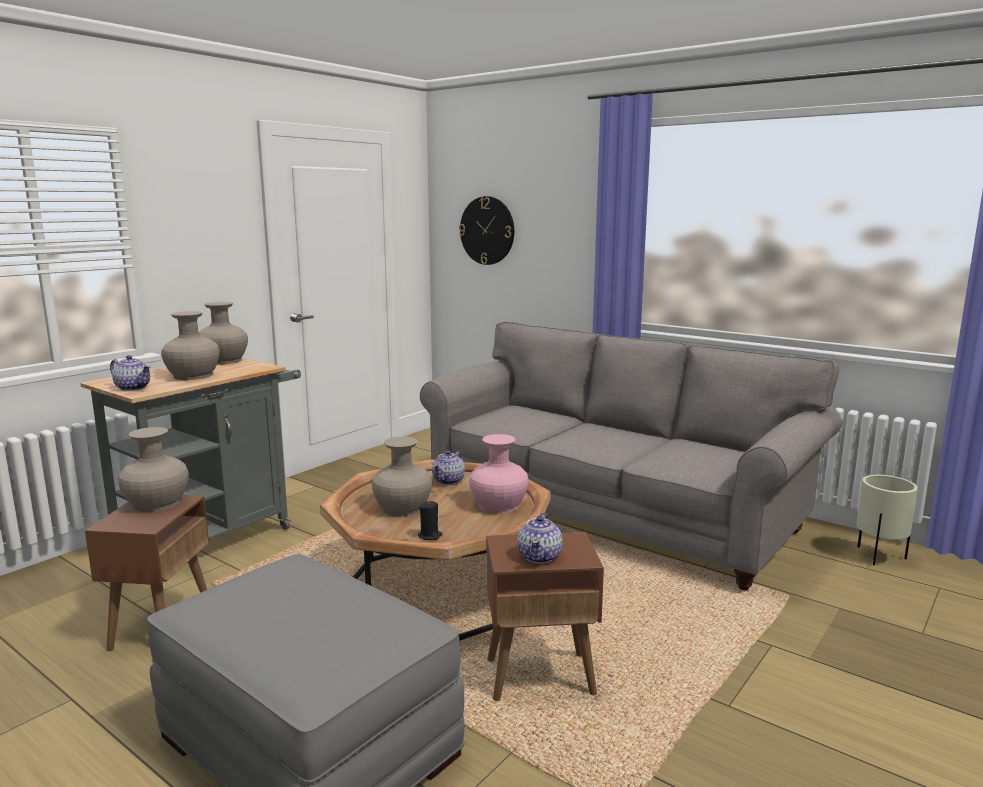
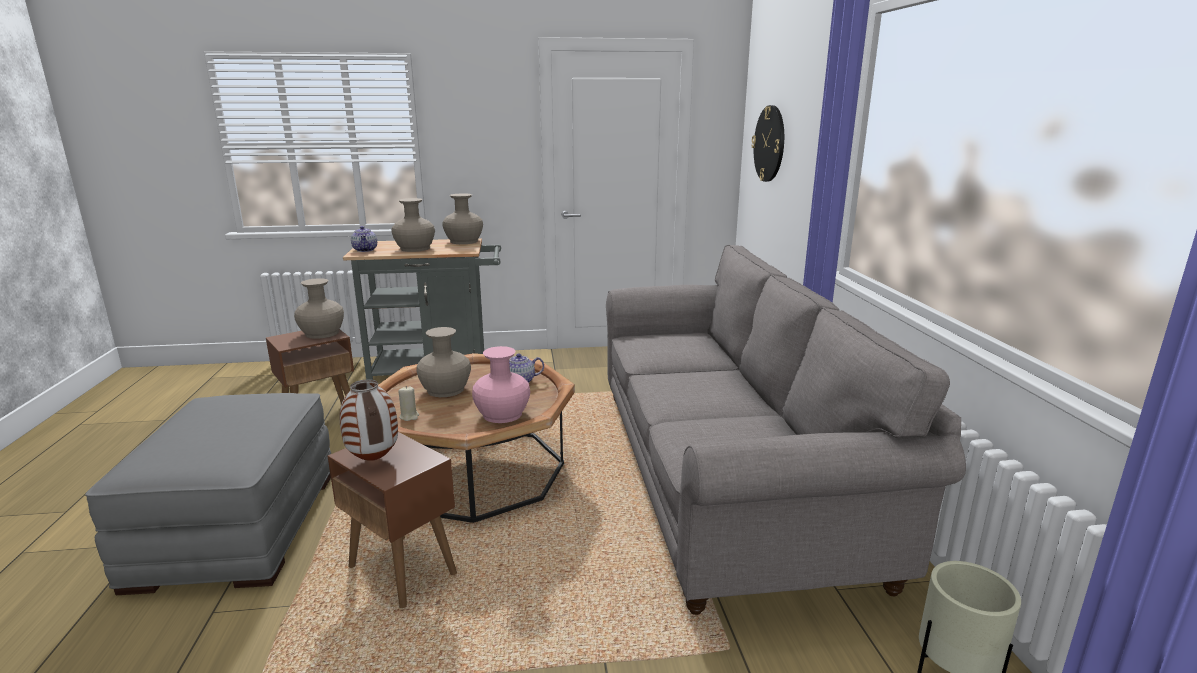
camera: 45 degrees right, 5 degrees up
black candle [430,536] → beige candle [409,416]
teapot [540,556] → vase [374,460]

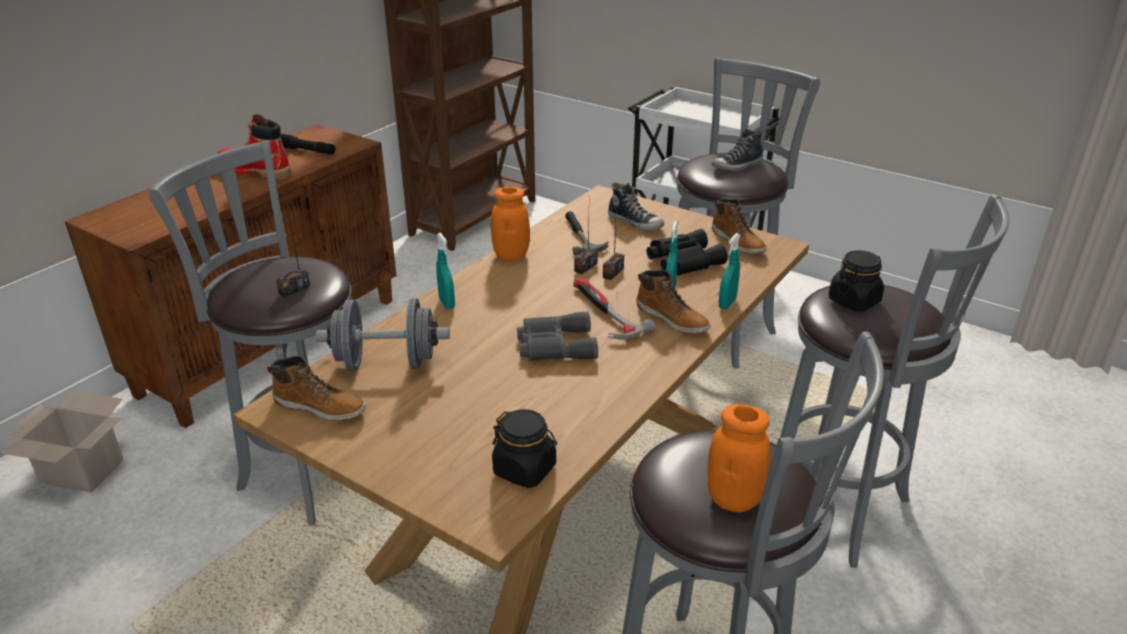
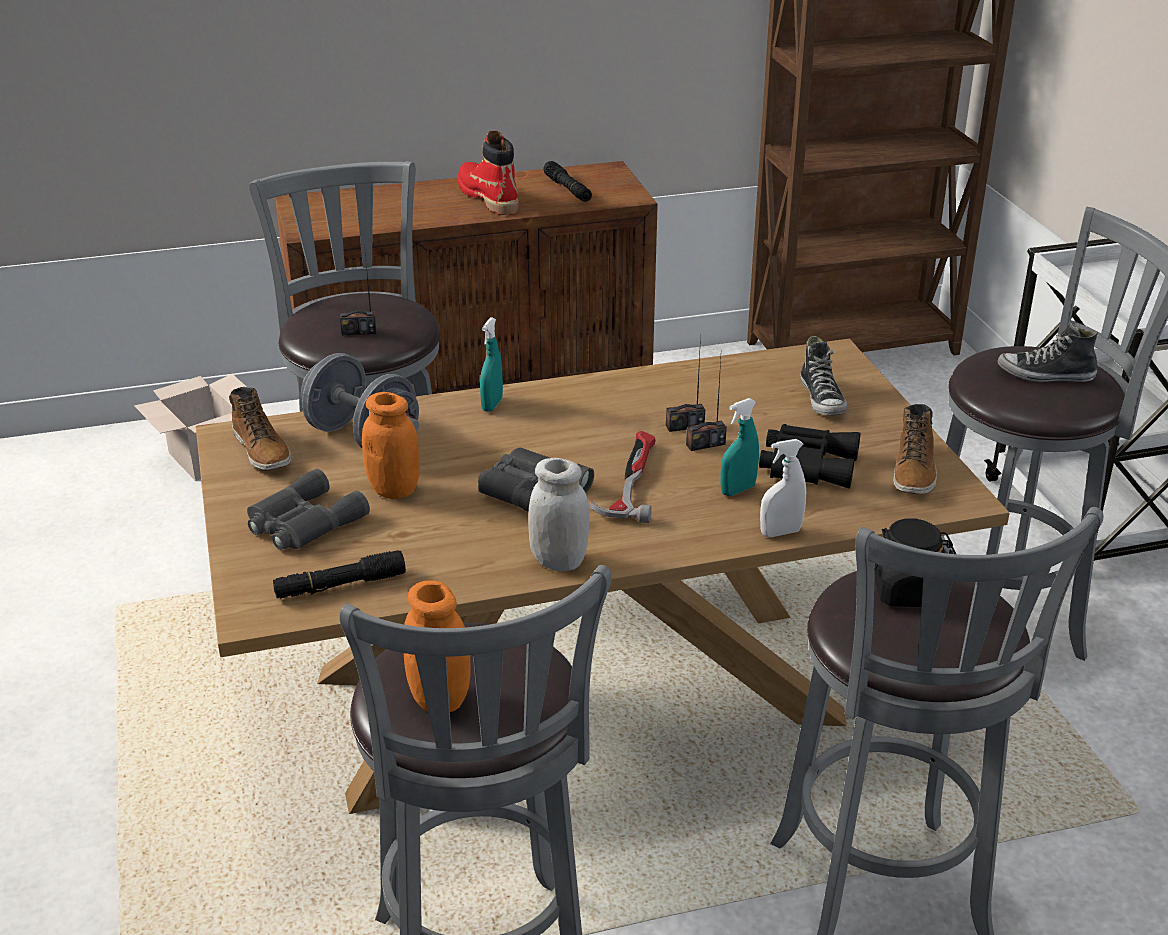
camera: 40 degrees right, 0 degrees up
orange jar [511,255] → orange jar [394,490], shifted
black jar [525,470] → black flashlight [340,585]
hammer [581,236] → -
boot [672,318] → -
turquoise spray bottle [727,303] → white spray bottle [780,532]
- → grey binoculars [302,523]
- → white jar [559,561]

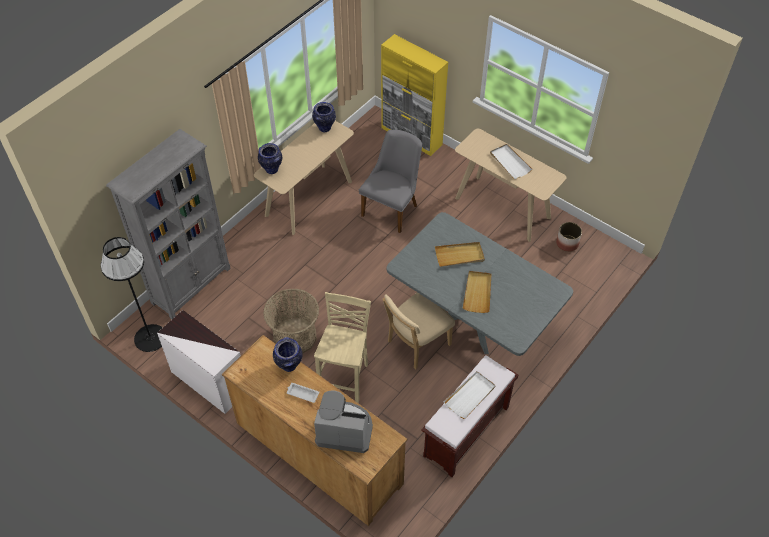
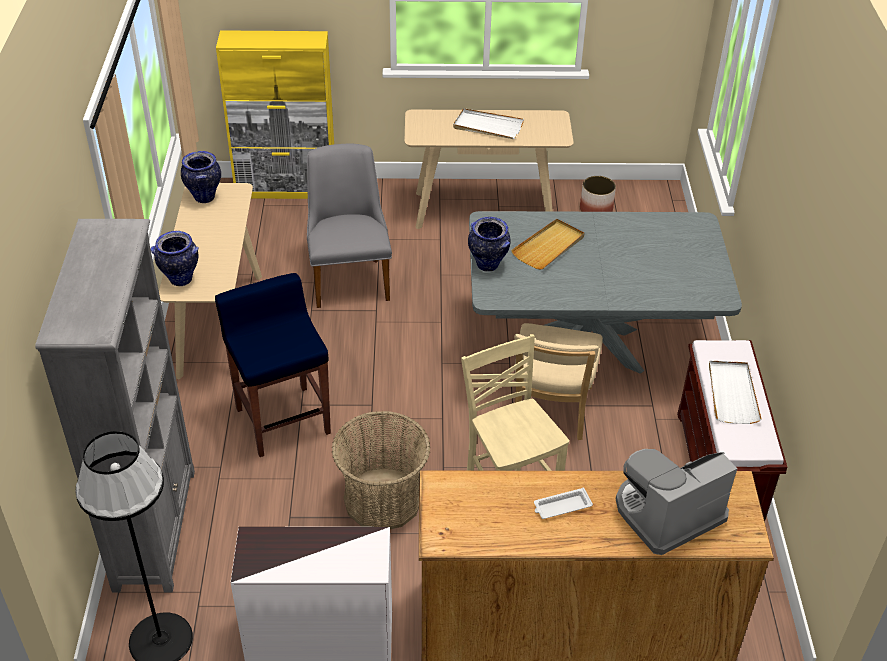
camera: 40 degrees left, 10 degrees down
vase [289,366] → vase [488,265], shifted
beige tray [477,292] → -
- → blue stool [282,419]

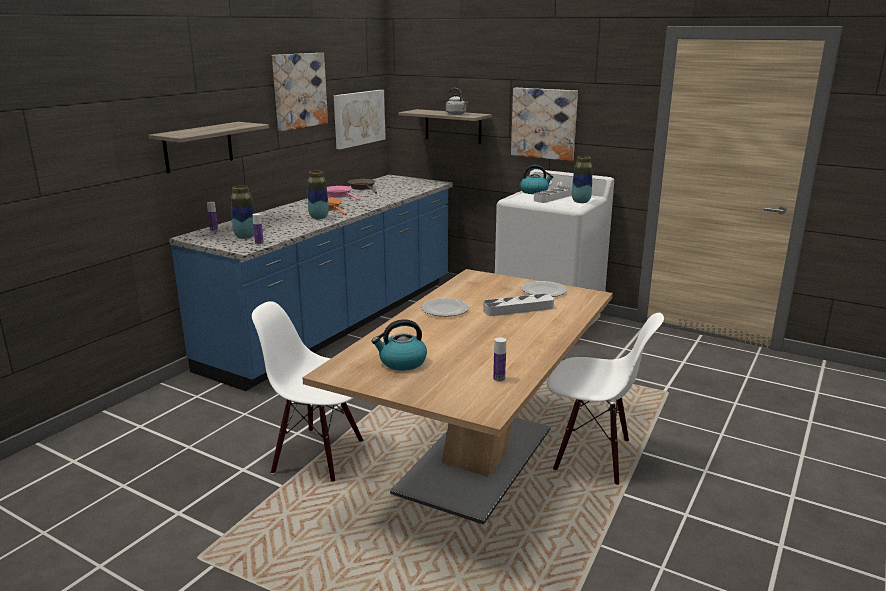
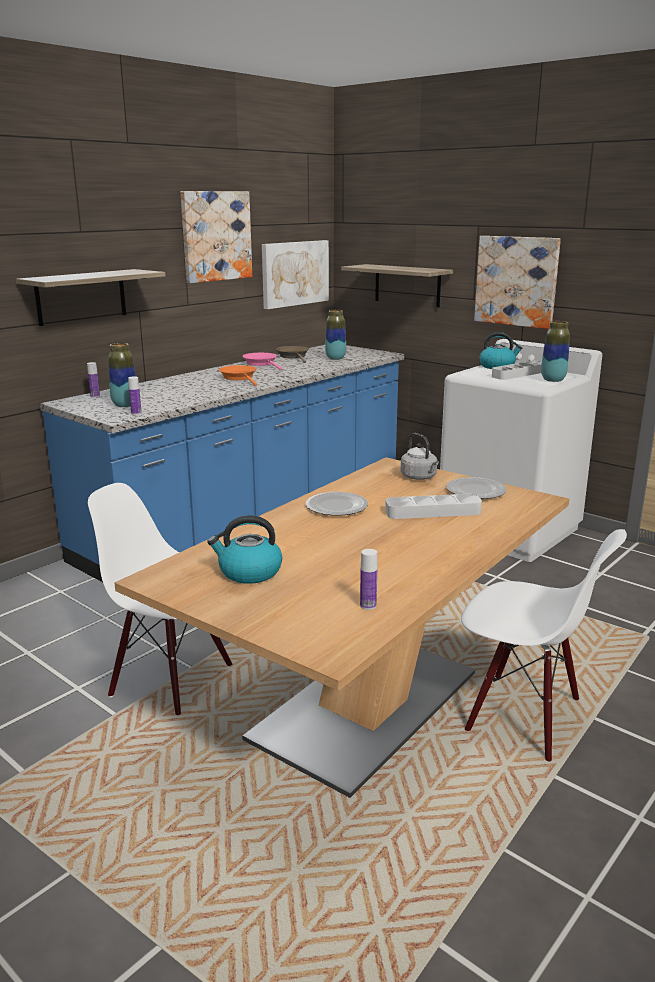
camera: 10 degrees right, 0 degrees up
vase [319,217] → vase [335,358], shifted
grey kettle [457,114] → grey kettle [420,477], shifted

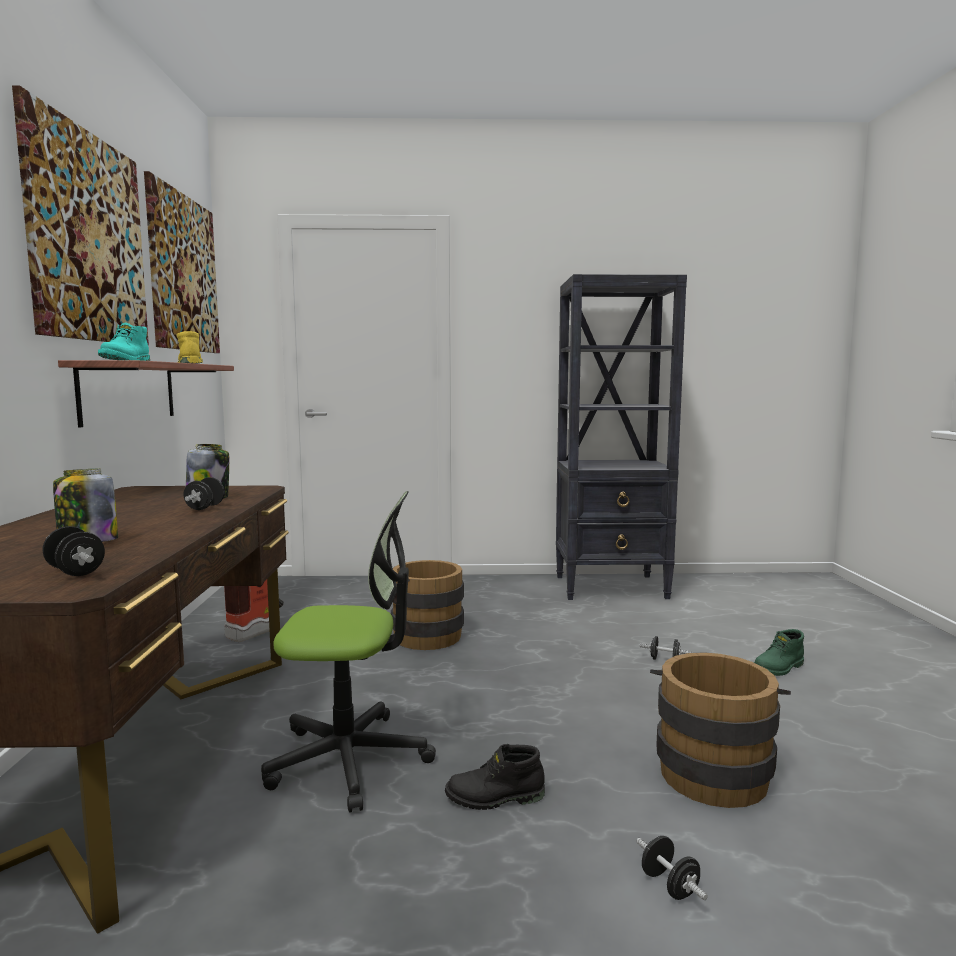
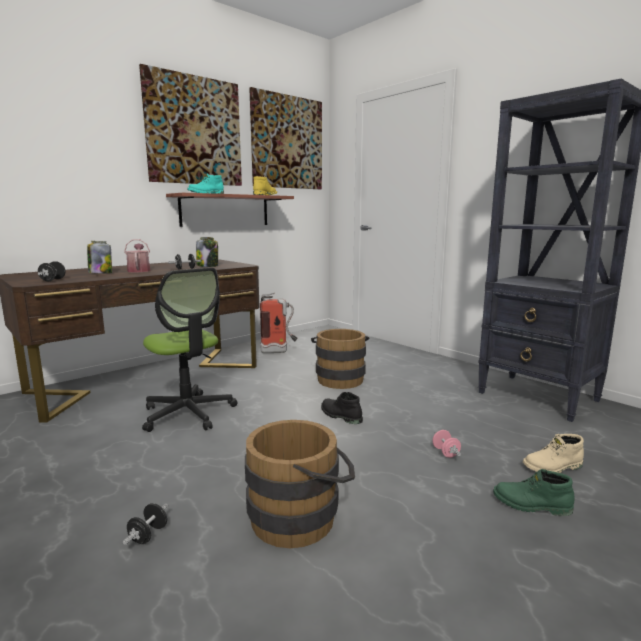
camera: 50 degrees right, 5 degrees up
black boot [495,798] → black boot [340,416], shifted
black dumbbell [664,660] → pink dumbbell [445,452]
- → watering can [139,270]
- → beige boot [553,467]

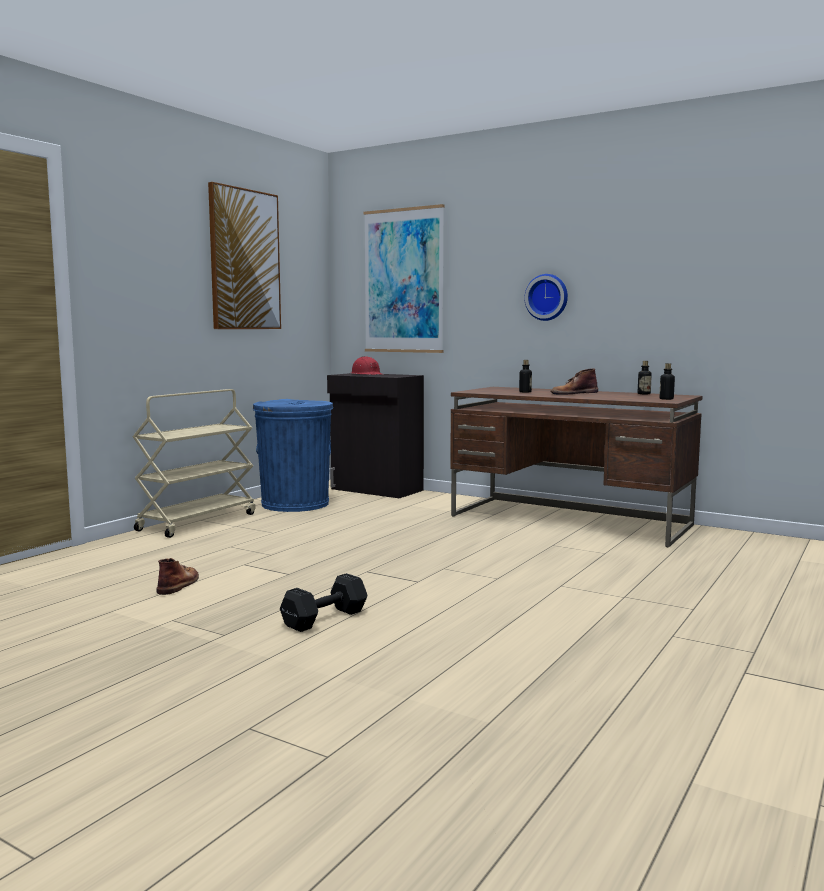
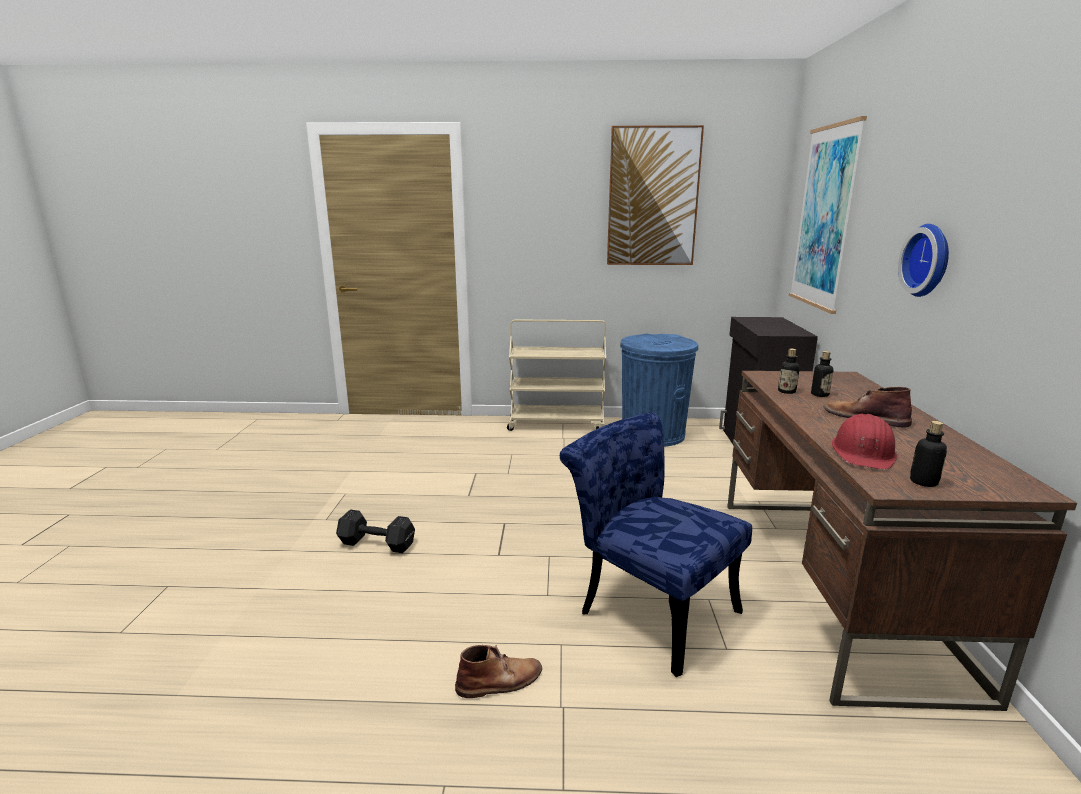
camera: 60 degrees right, 10 degrees up
brown boot [179,584] → brown boot [500,681], shifted
red hard hat [367,374] → red hard hat [863,453], shifted
bottle [644,394] → bottle [786,391], shifted
- → blue chair [647,607]

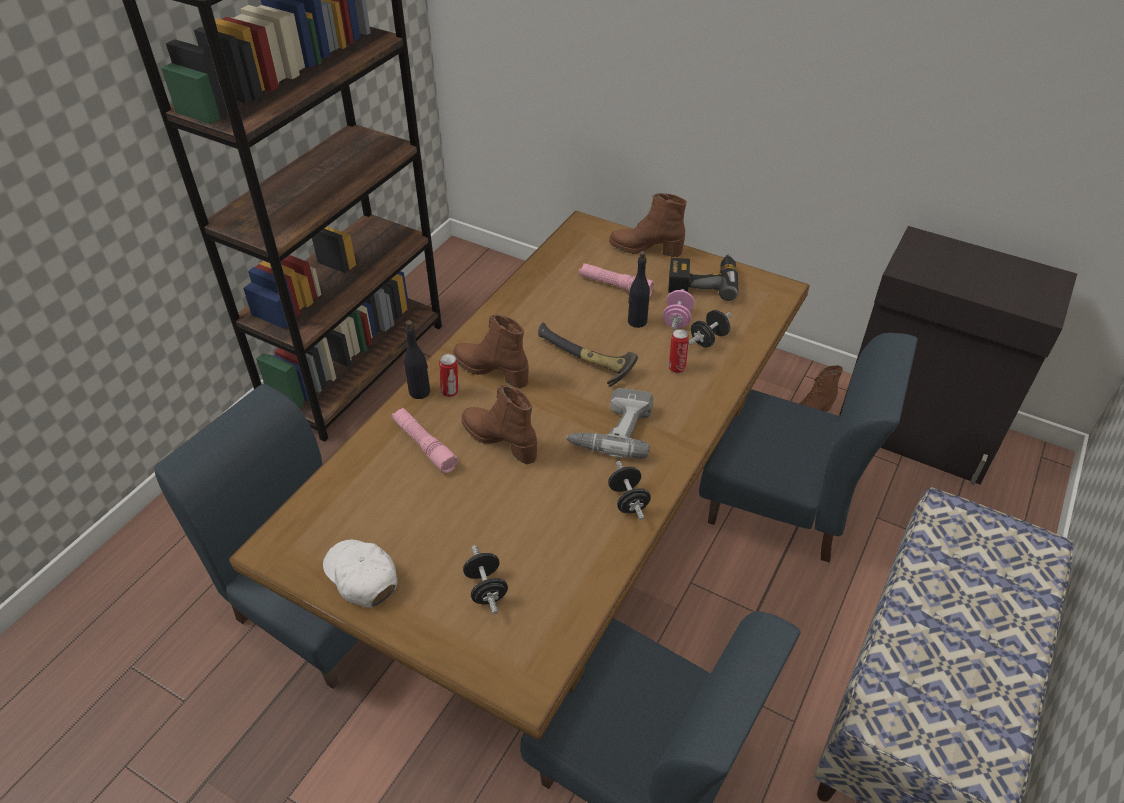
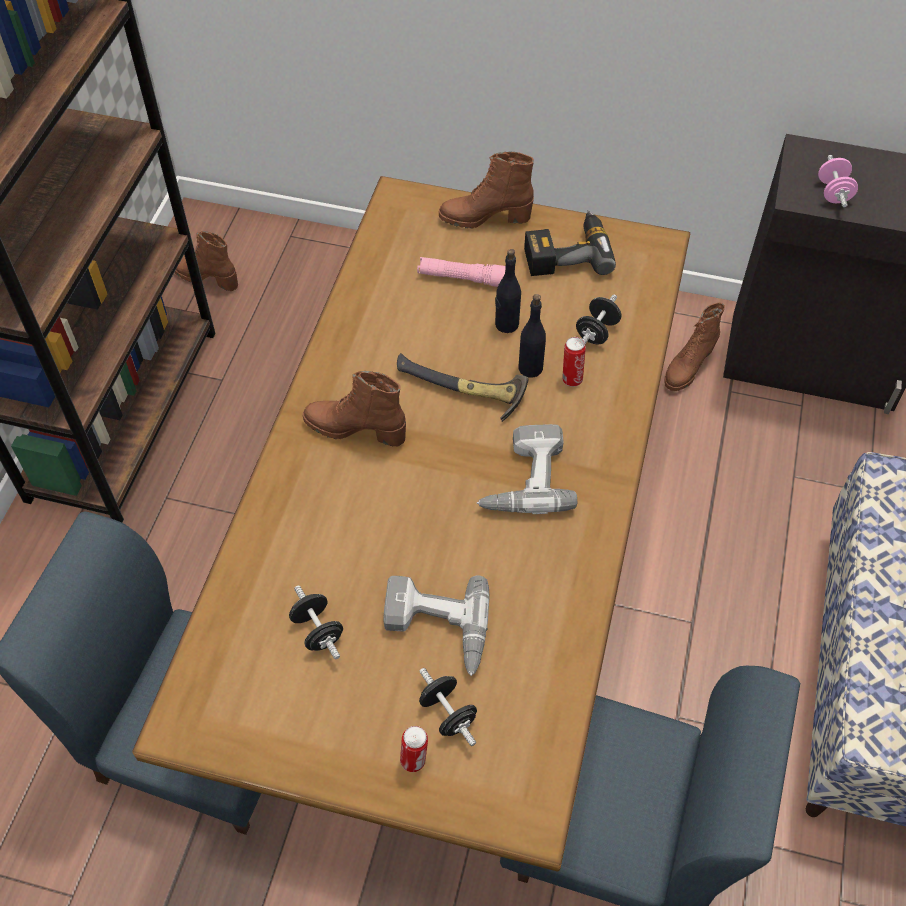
camera: 15 degrees left, 10 degrees up
white cap [361,576] → -
pink flashlight [424,445] → -
black bottle [420,391] → black bottle [530,368], shifted
can [450,392] → can [414,761], shifted
brown boot [500,440] → brown boot [206,277], shifted
black dumbbell [628,500] → black dumbbell [318,631], shifted
pink dumbbell [677,319] → pink dumbbell [833,193], shifted
blue chair [780,503] → -
- → power drill [436,629]

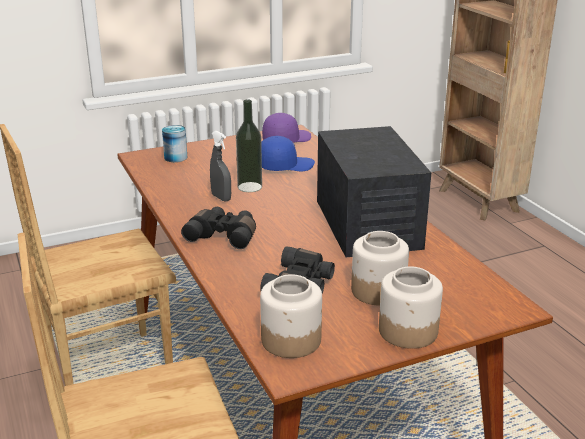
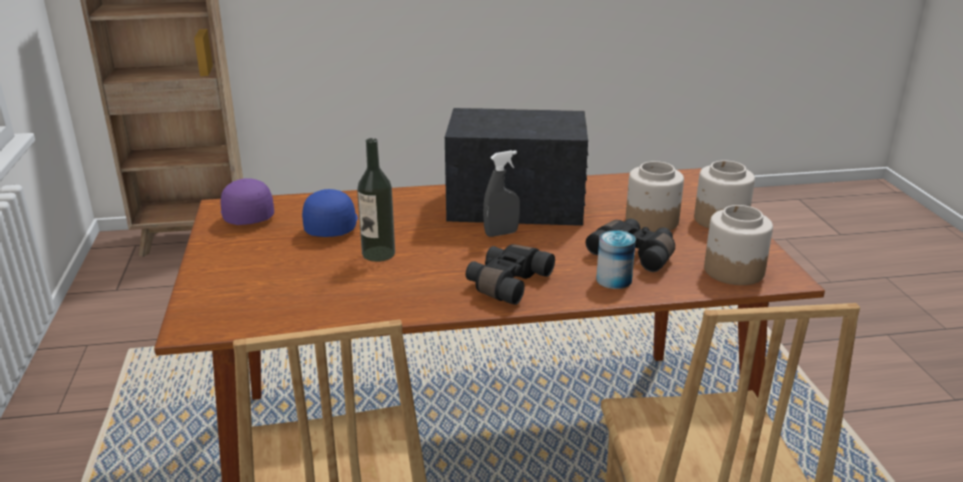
camera: 75 degrees left, 0 degrees up
can [175,157] → can [614,280], shifted
grey spray bottle [221,197] → grey spray bottle [501,233], shifted

